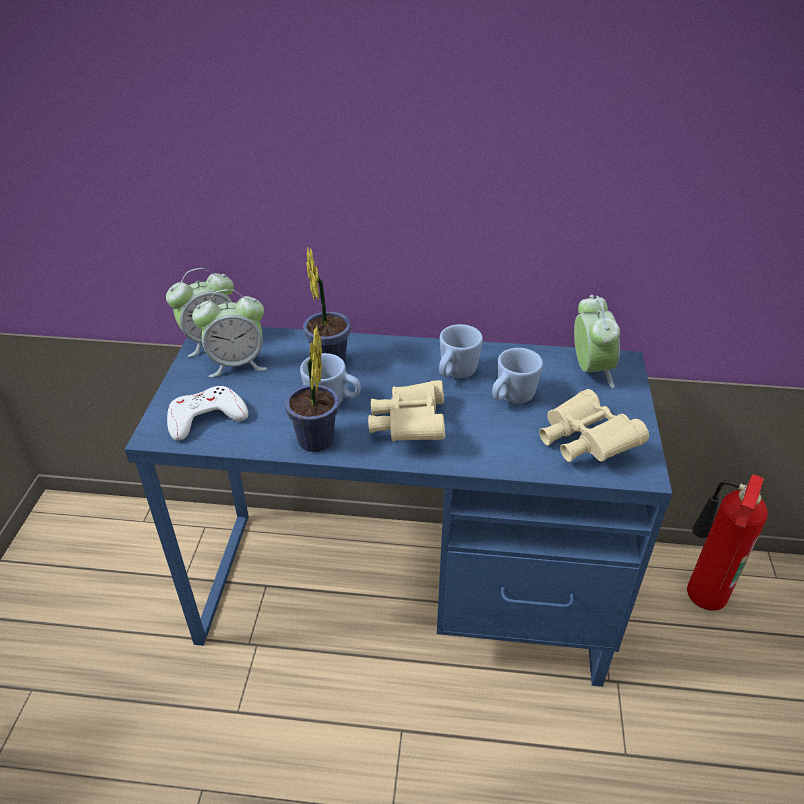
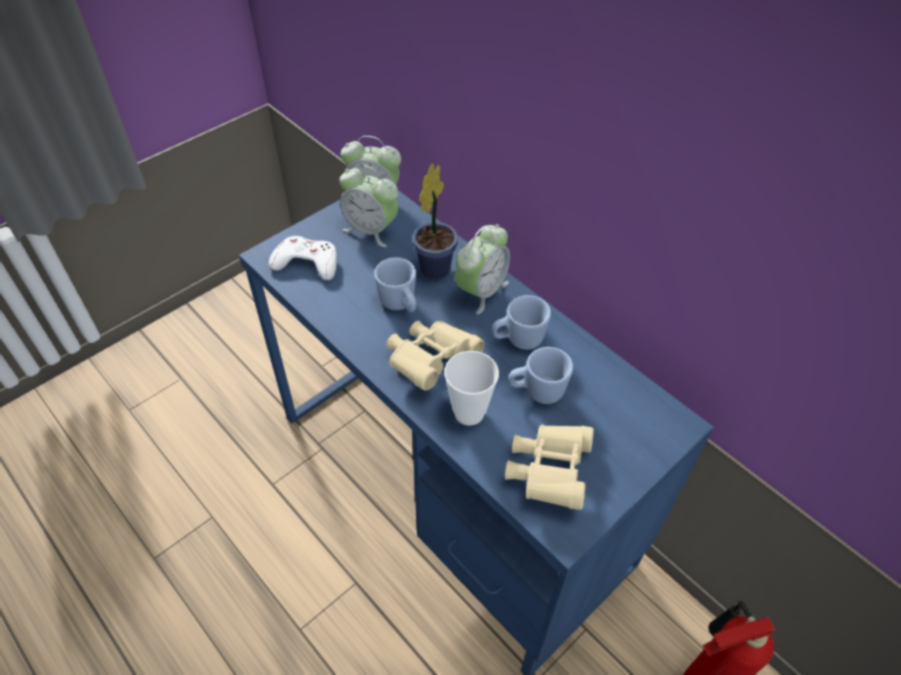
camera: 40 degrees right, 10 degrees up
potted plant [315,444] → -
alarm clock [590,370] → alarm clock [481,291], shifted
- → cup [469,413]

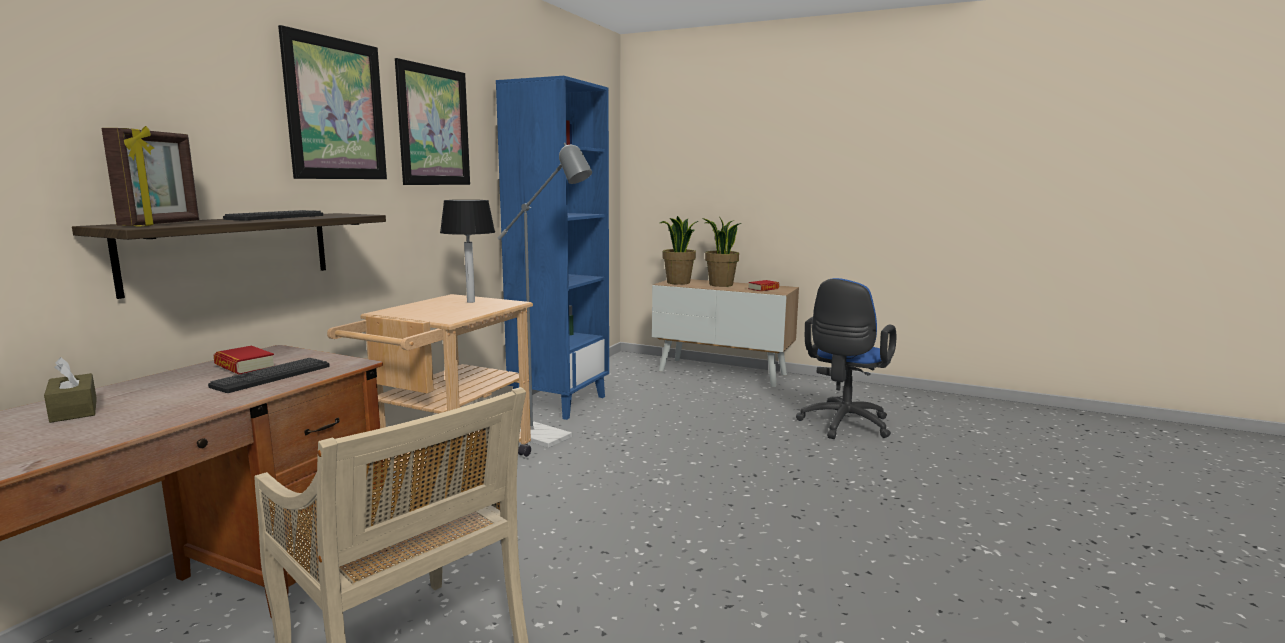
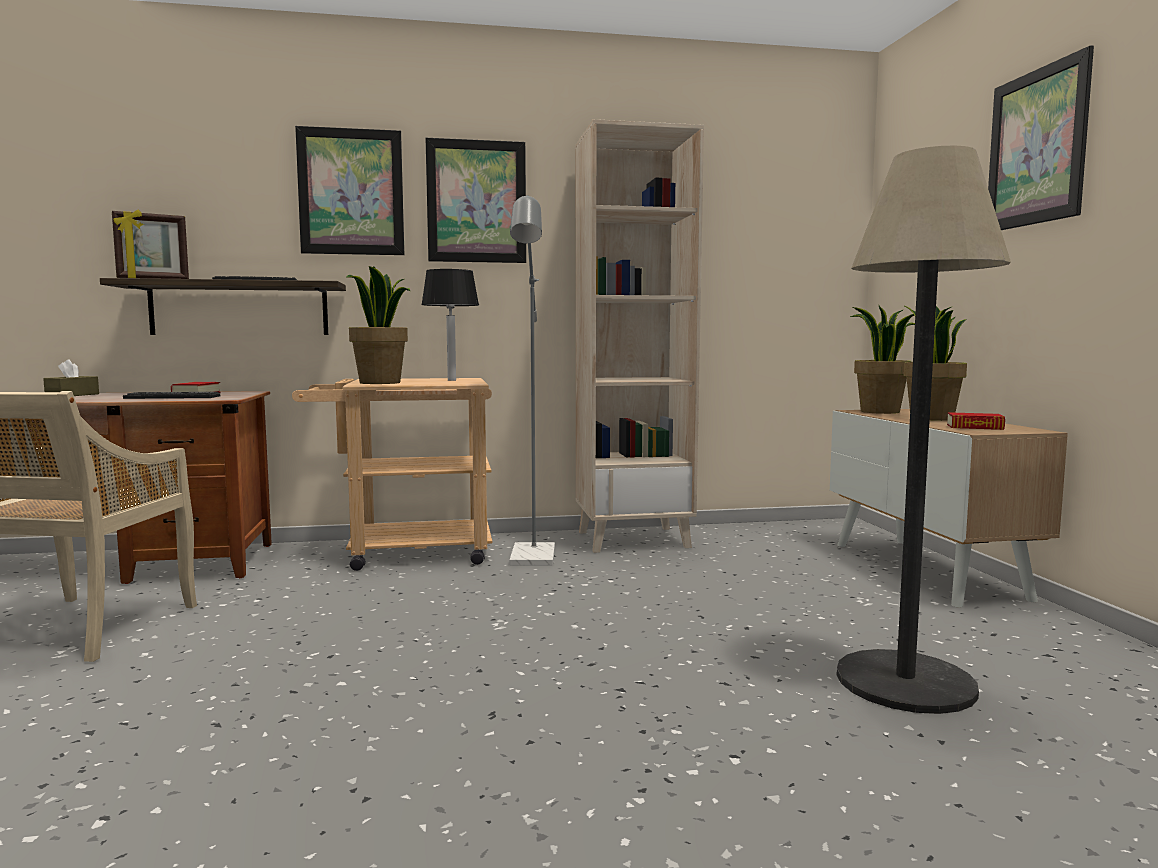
camera: 55 degrees right, 5 degrees down
blue bookcase [559,402] → beige bookcase [633,539]
blue office chair [842,425] → floor lamp [905,682]
- → potted plant [380,383]
- → picture [1036,147]

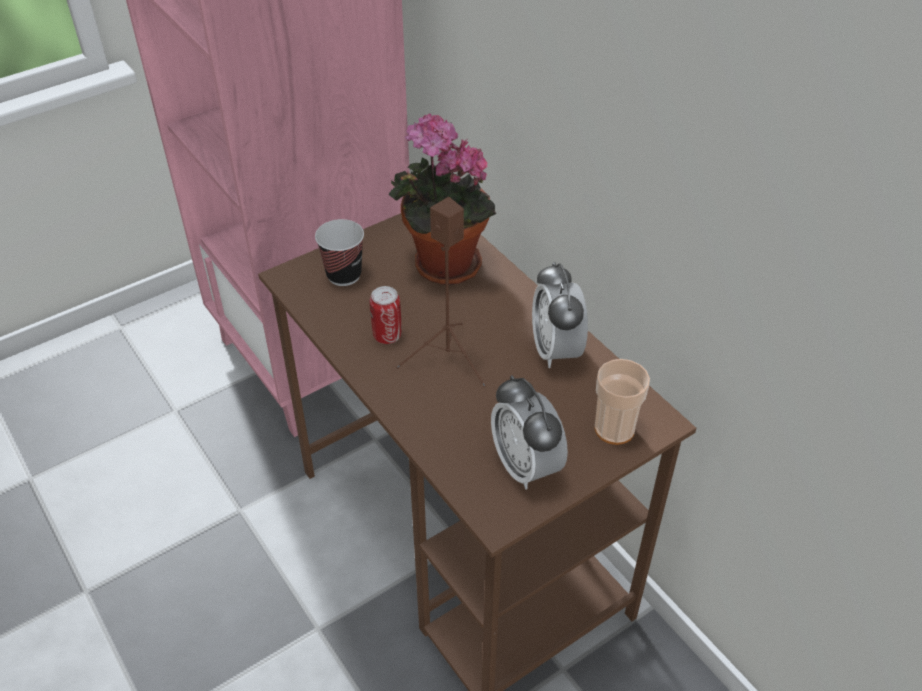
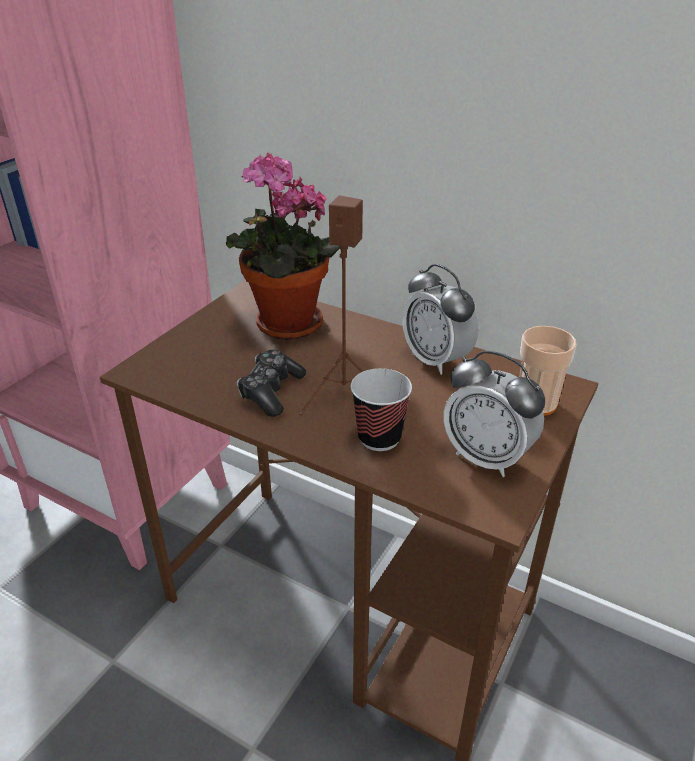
camera: 25 degrees left, 10 degrees down
cup [344,275] → cup [379,438], shifted
can [387,336] → game controller [271,391]

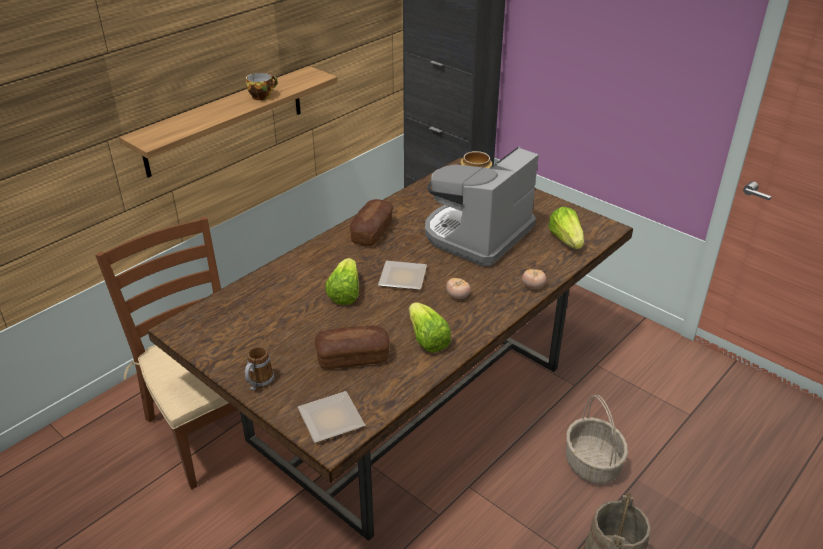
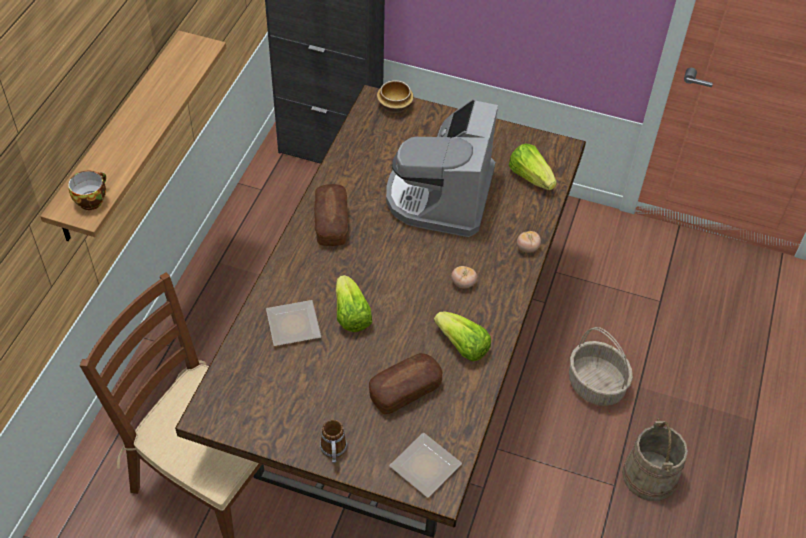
camera: 25 degrees left, 15 degrees up
cup [262,96] → cup [91,199], shifted
plate [404,279] → plate [295,326], shifted

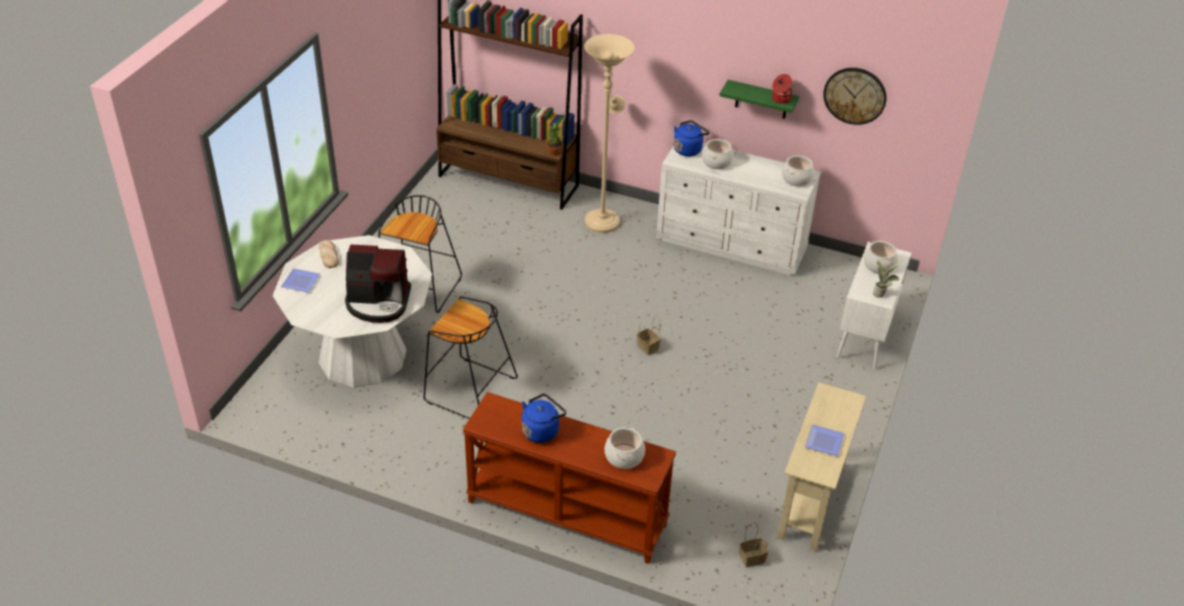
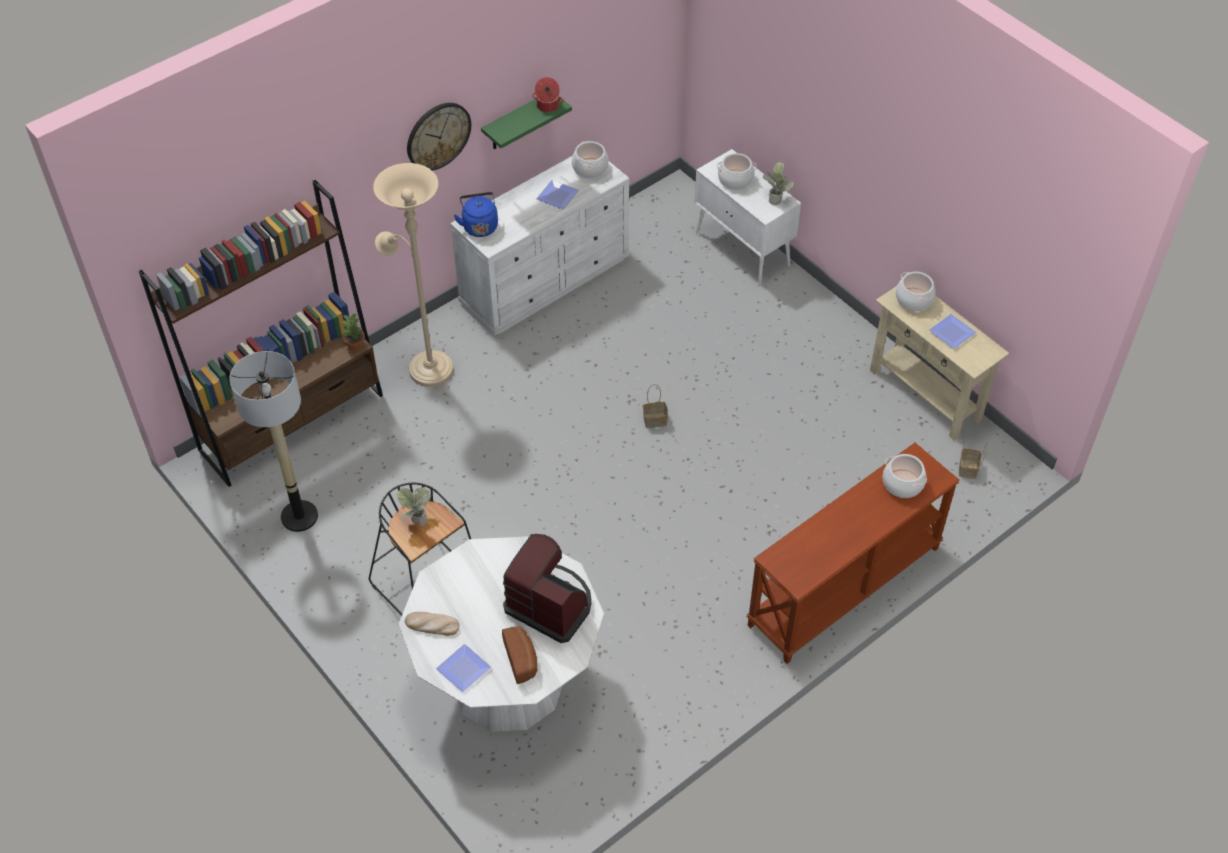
camera: 60 degrees left, 10 degrees up
coffee machine [378,302] → coffee machine [550,604], 90 degrees counterclockwise
black stool [469,390] → -
blue kettle [542,430] → -
cooking pot [716,162] → cooking pot [914,299], shifted
wall clock [855,95] → wall clock [438,136], shifted
- → floor lamp [299,516]
- → potted plant [415,520]
- → bread [522,659]
- → plate [556,196]

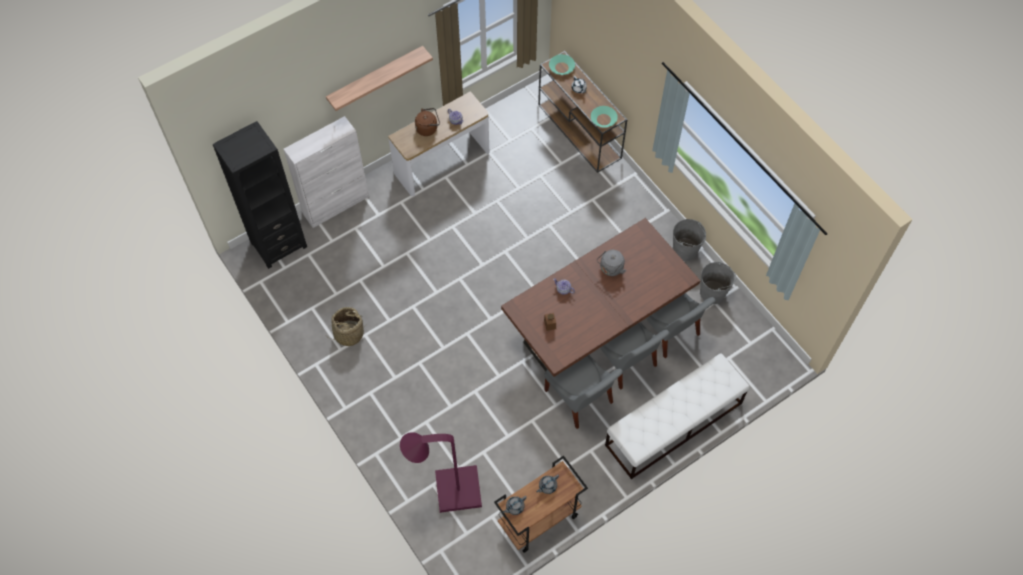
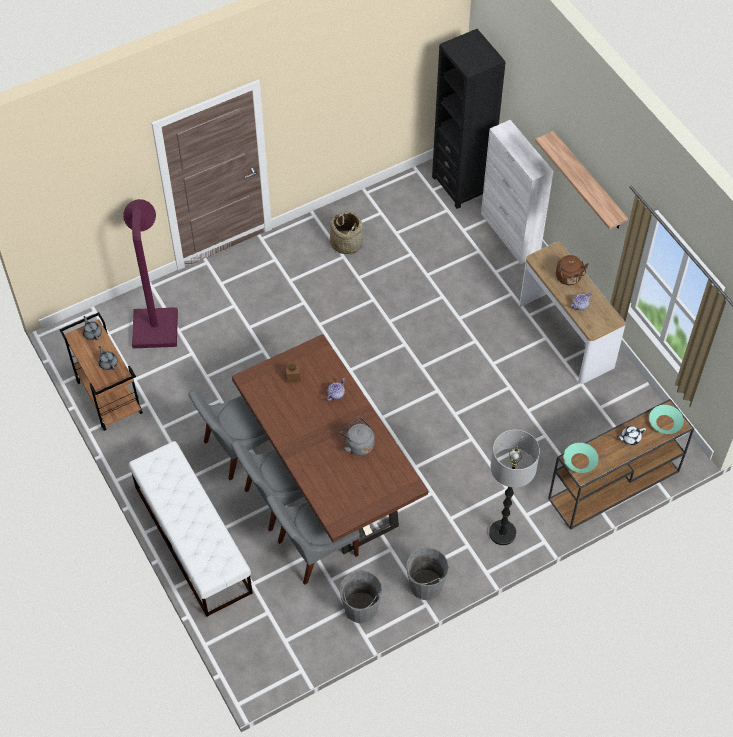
camera: 95 degrees right, 5 degrees down
- → floor lamp [502,533]

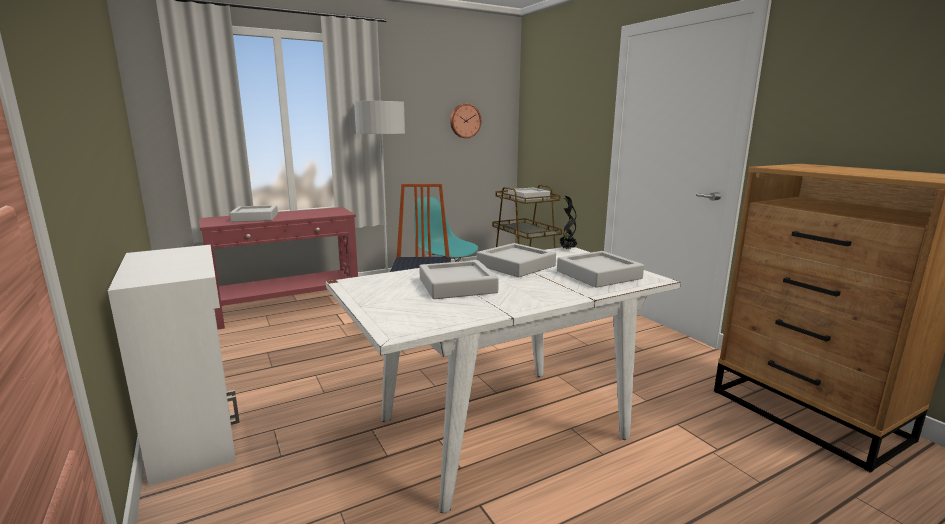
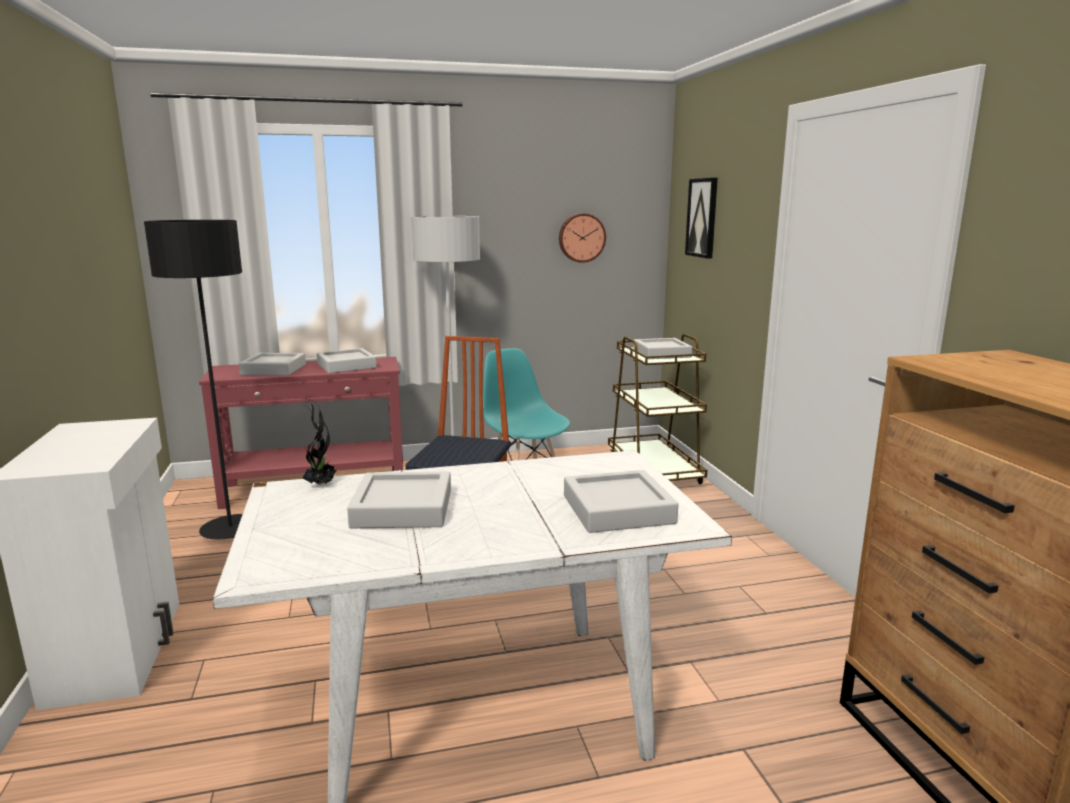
camera: 15 degrees right, 0 degrees up
grey tray [516,265] → grey tray [346,366], shifted
potted plant [567,249] → potted plant [321,484], shifted
- → black floor lamp [230,529]
- → picture [702,218]

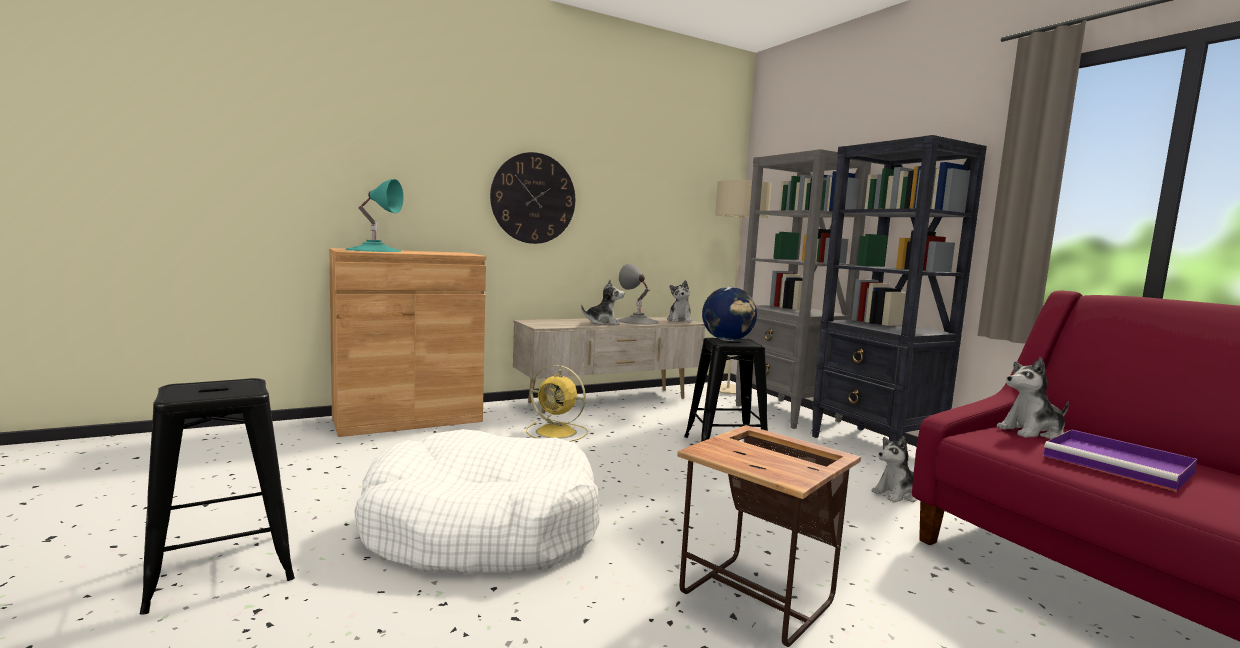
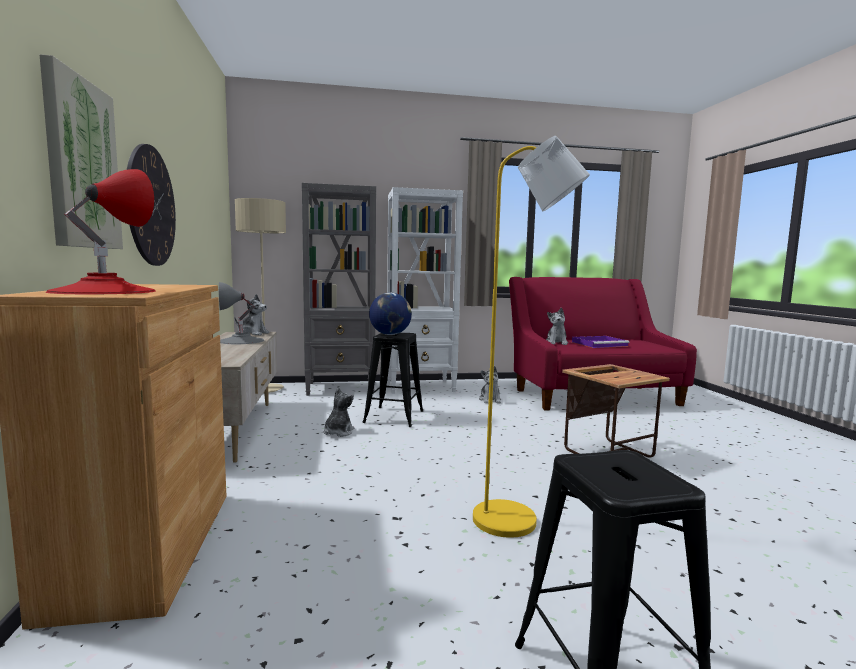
camera: 70 degrees left, 0 degrees up
turquoise table lamp [374,250] → red table lamp [103,291]
white dog bed [481,528] → yellow floor lamp [517,521]
yellow fan [558,432] → -
plush toy [603,323] → plush toy [338,432], shifted
black bookcase [875,447] → white bookcase [421,386]
- → picture [81,164]

